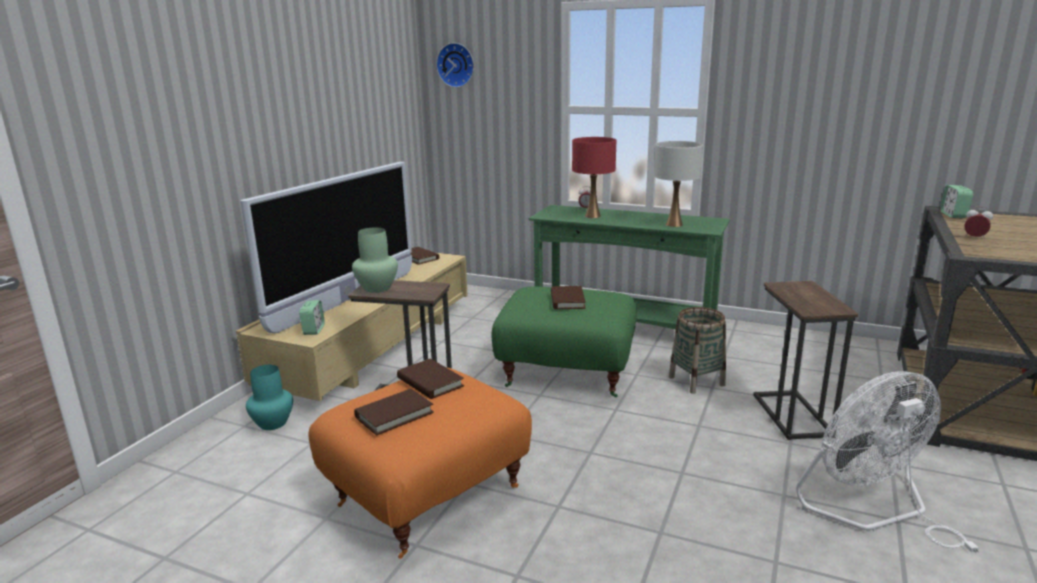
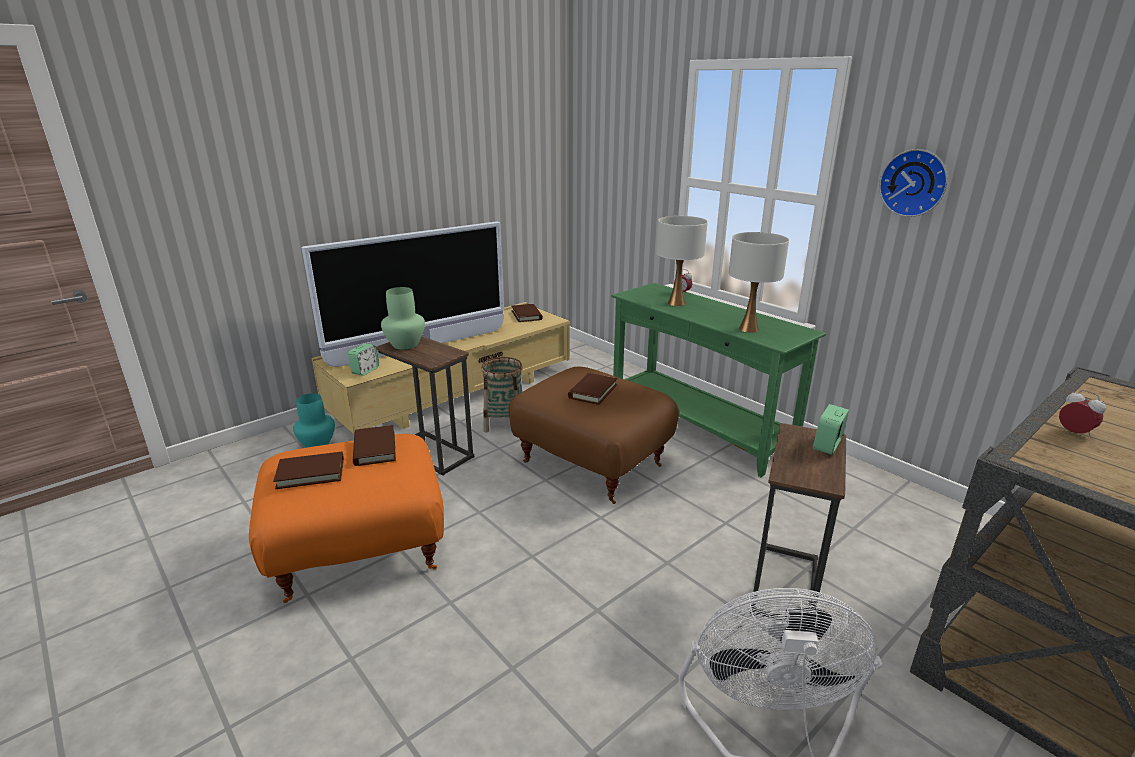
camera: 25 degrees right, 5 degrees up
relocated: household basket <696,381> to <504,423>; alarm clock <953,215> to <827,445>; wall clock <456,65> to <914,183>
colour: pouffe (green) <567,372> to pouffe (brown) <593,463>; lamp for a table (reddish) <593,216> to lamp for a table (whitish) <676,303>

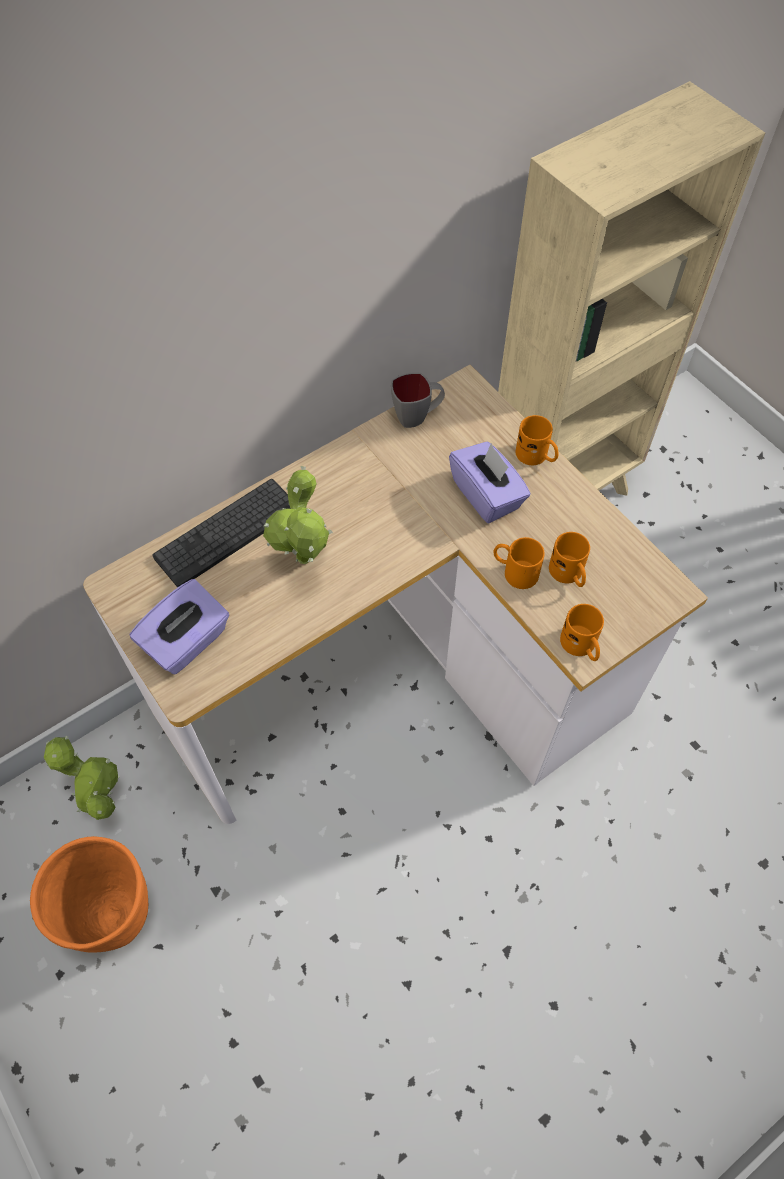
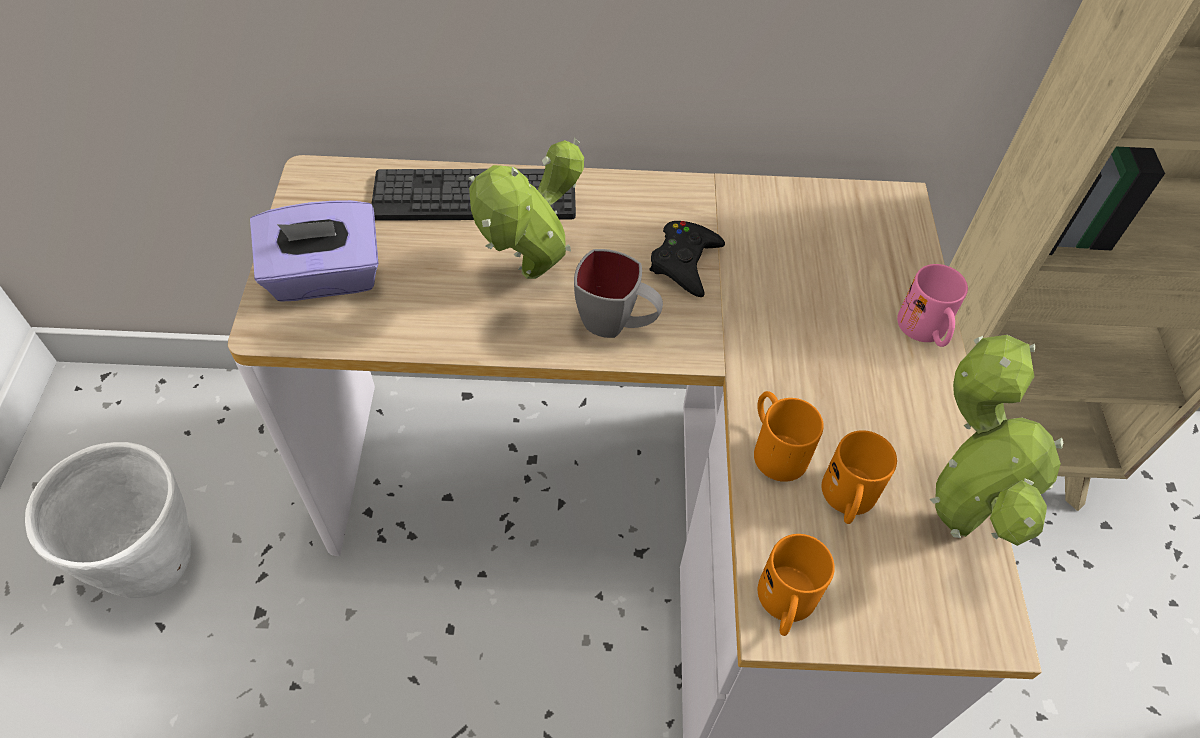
camera: 35 degrees right, 5 degrees down
missing: tissue box (purplish) <487,495>
appeared: joypad (black) <685,262>
relocated: mug (grey) <417,417> to <616,326>; houseplant <102,800> to <954,514>
colour: planter (orangey) <115,915> to planter (whitish) <153,562>; mug (orangey) <537,456> to mug (pinkish) <926,331>

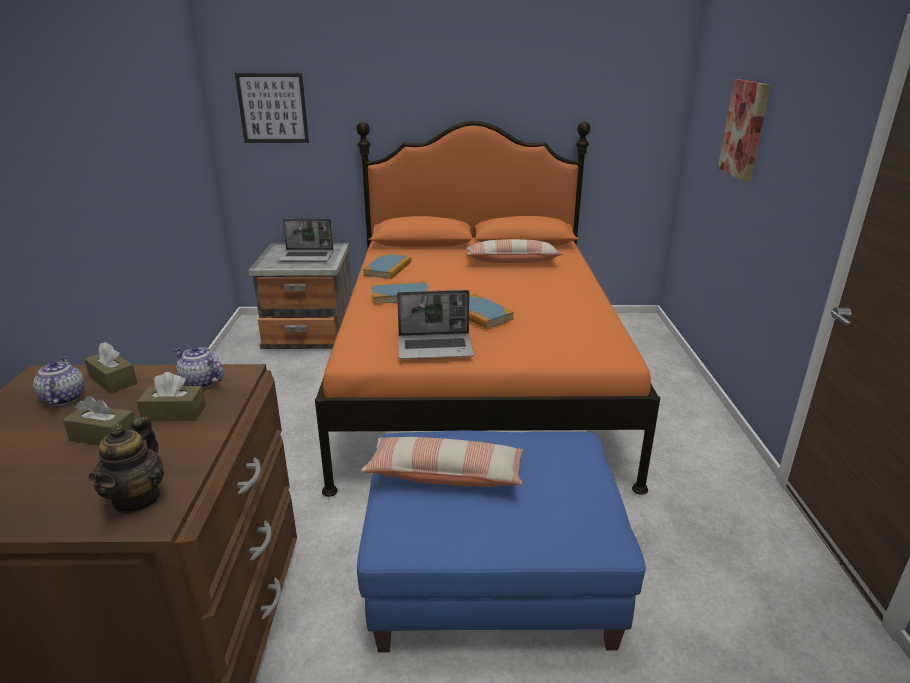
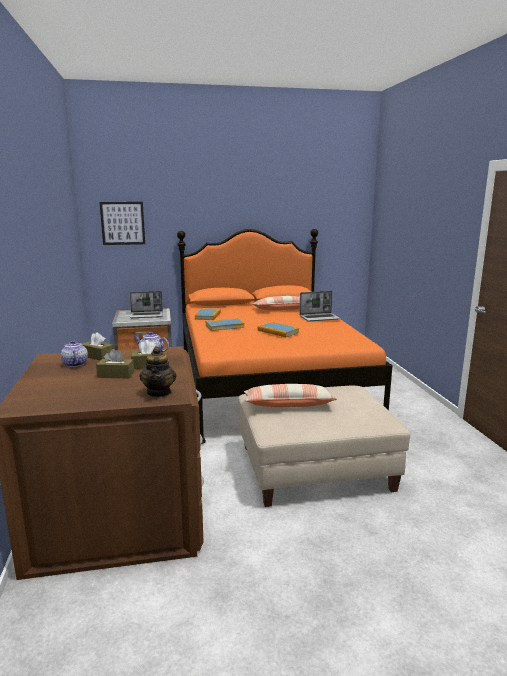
camera: 10 degrees left, 10 degrees down
missing: picture <744,129>
relocated: portable computer <436,347> to <320,318>
colour: pouffe (blue) <491,571> to pouffe (beige) <314,467>

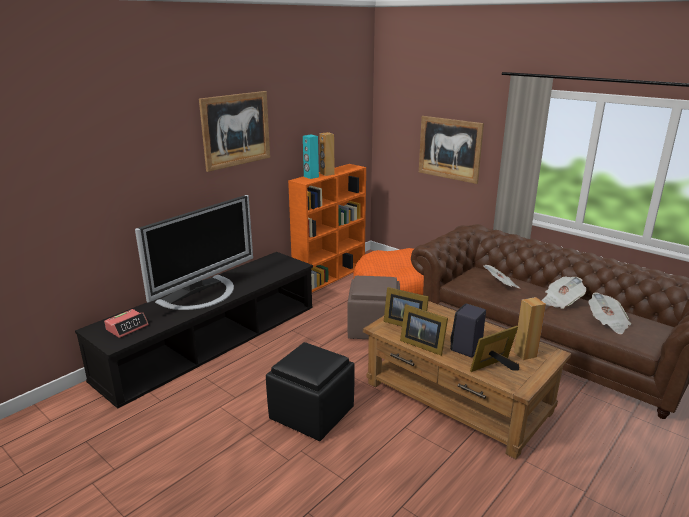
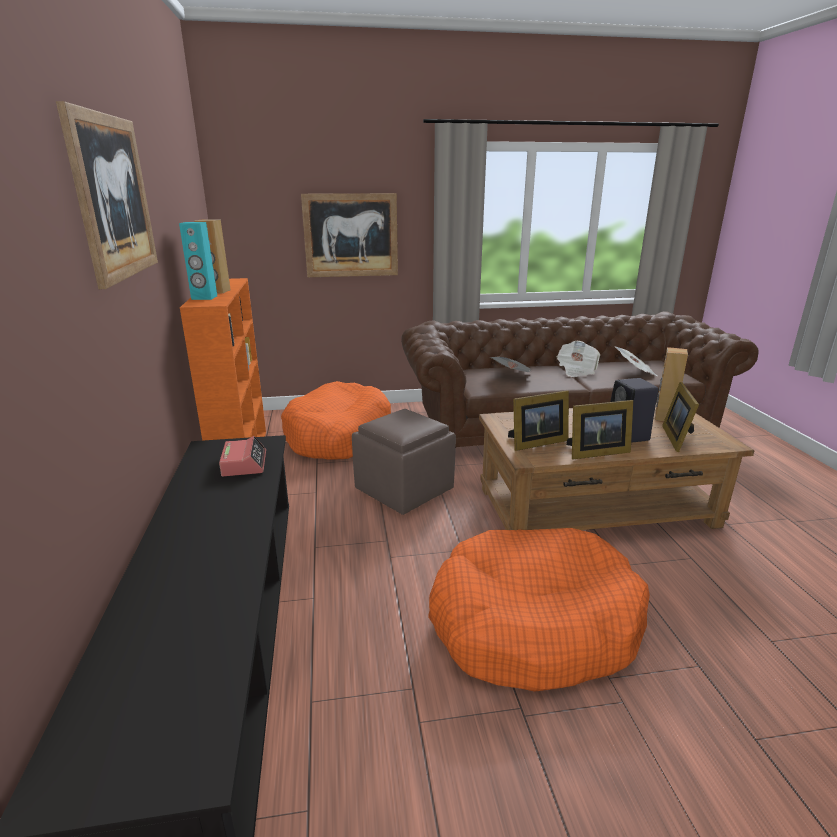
camera: 50 degrees left, 0 degrees up
missing: TV set <202,294>
relocated: alarm clock <127,327> to <244,464>
exchanged: pouffe (black) <313,413> to pet bed (orangey) <533,624>

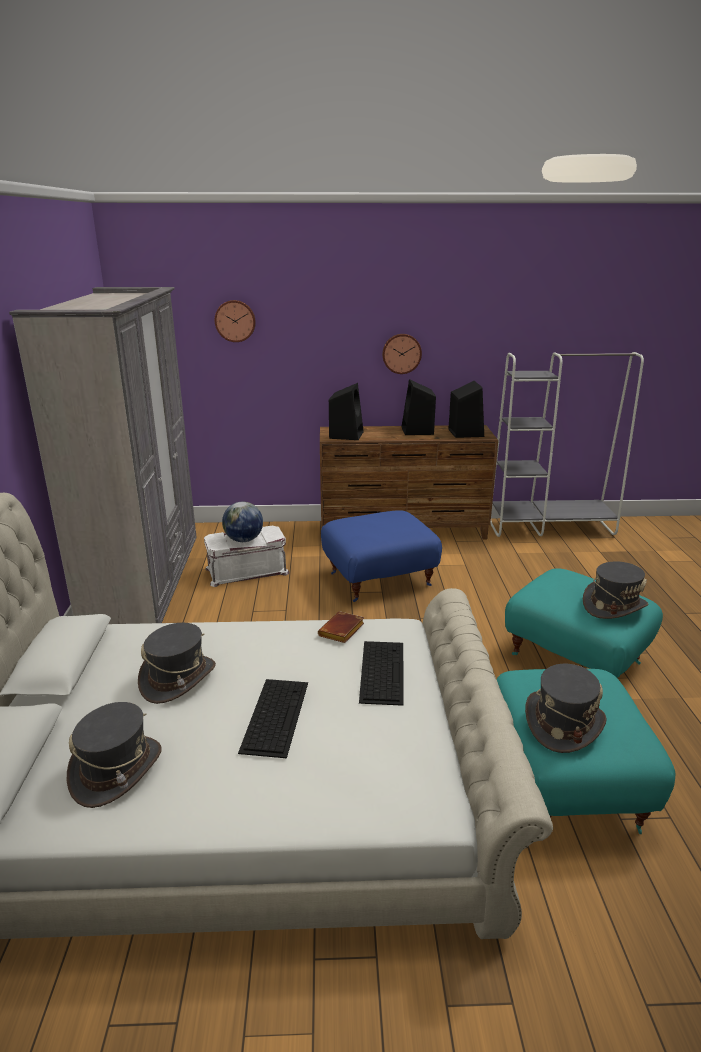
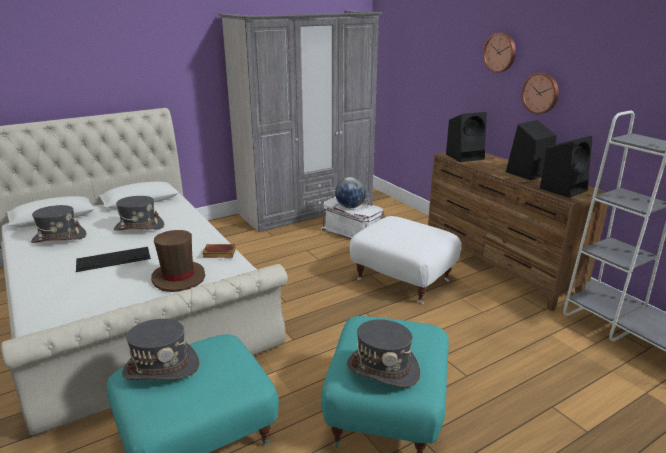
camera: 60 degrees right, 0 degrees up
relocated: wall clock <235,321> to <500,52>
exchanged: keyboard <382,670> to clothing hat (brown) <179,277>
colour: pouffe (blue) <379,579> to pouffe (whitish) <403,279>

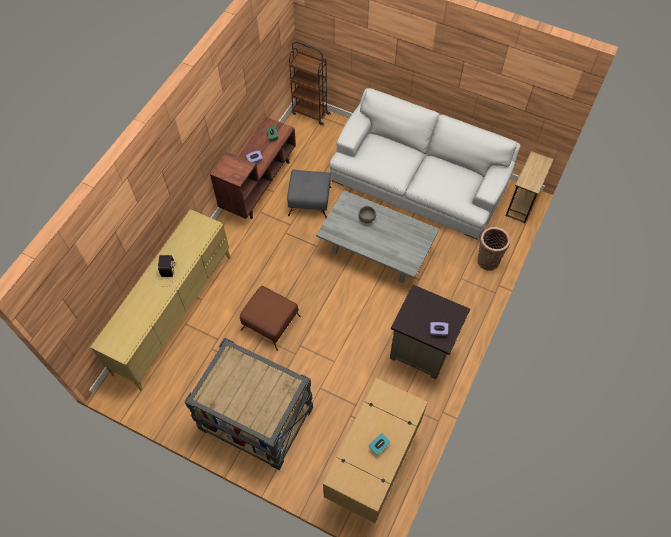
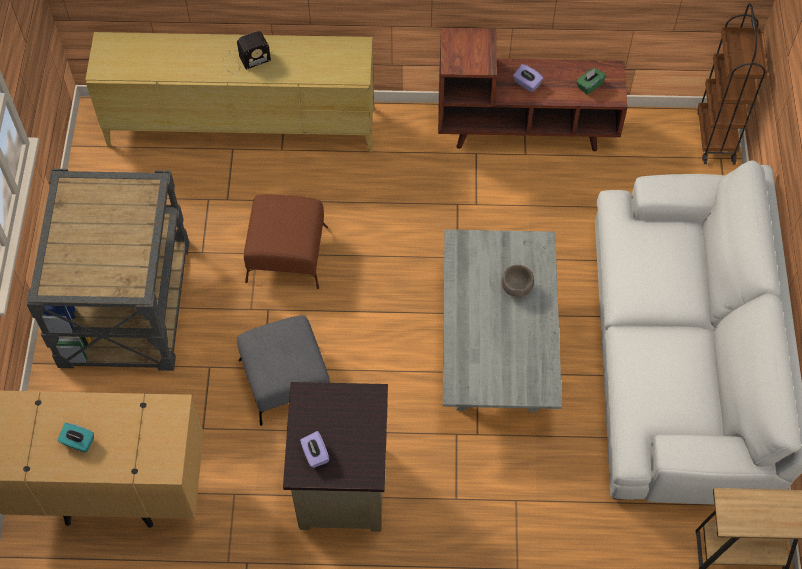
camera: 65 degrees right, 0 degrees up
missing: household basket <488,259>
relocated: pouffe (grey) <310,201> to <286,381>

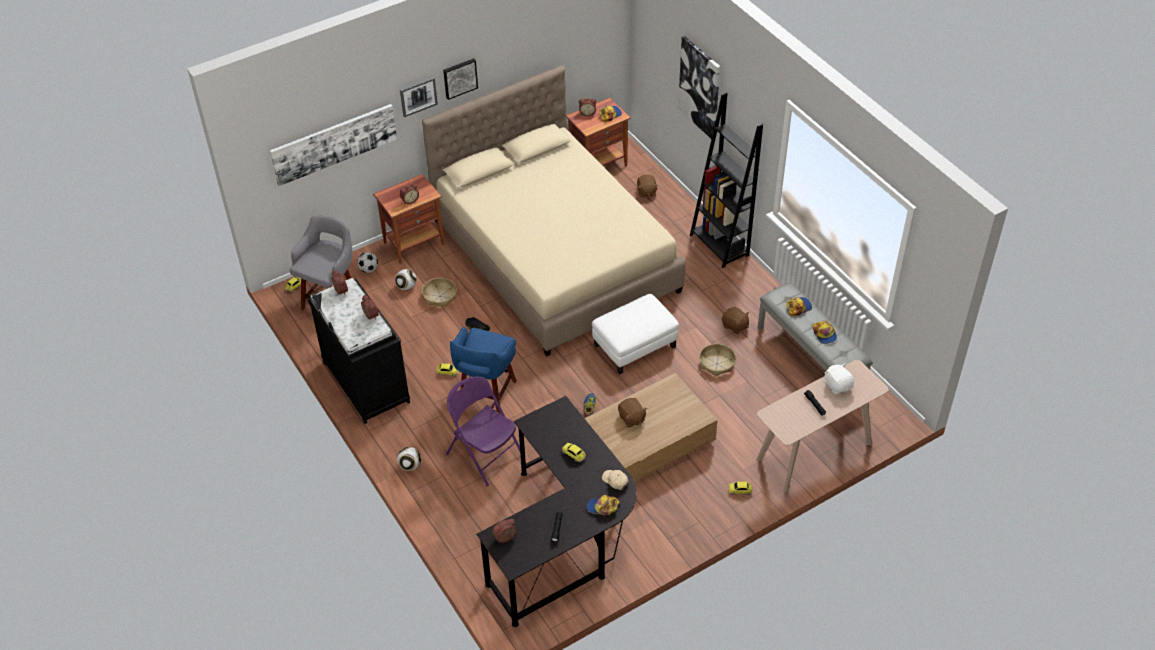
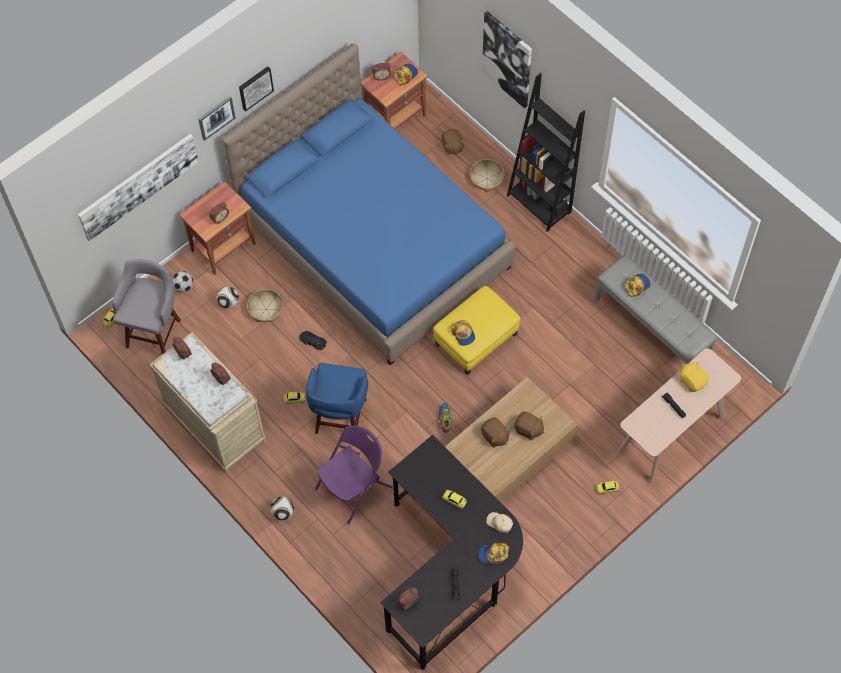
camera: 10 degrees left, 15 degrees up
relocated: peaked cap <824,334> to <463,334>; household basket <717,363> to <487,178>; plush toy (brown) <735,326> to <528,429>
colour: drawer chest (black) <365,381> to drawer chest (beige) <214,423>; bed (beige) <555,255> to bed (blue) <373,241>; pouffe (whitish) <634,345> to pouffe (yellowish) <476,338>; plush toy (whitish) <837,385> to plush toy (yellowish) <692,381>
spun: upright chair (purplish) <485,454> = <354,488> 105 degrees clockwise

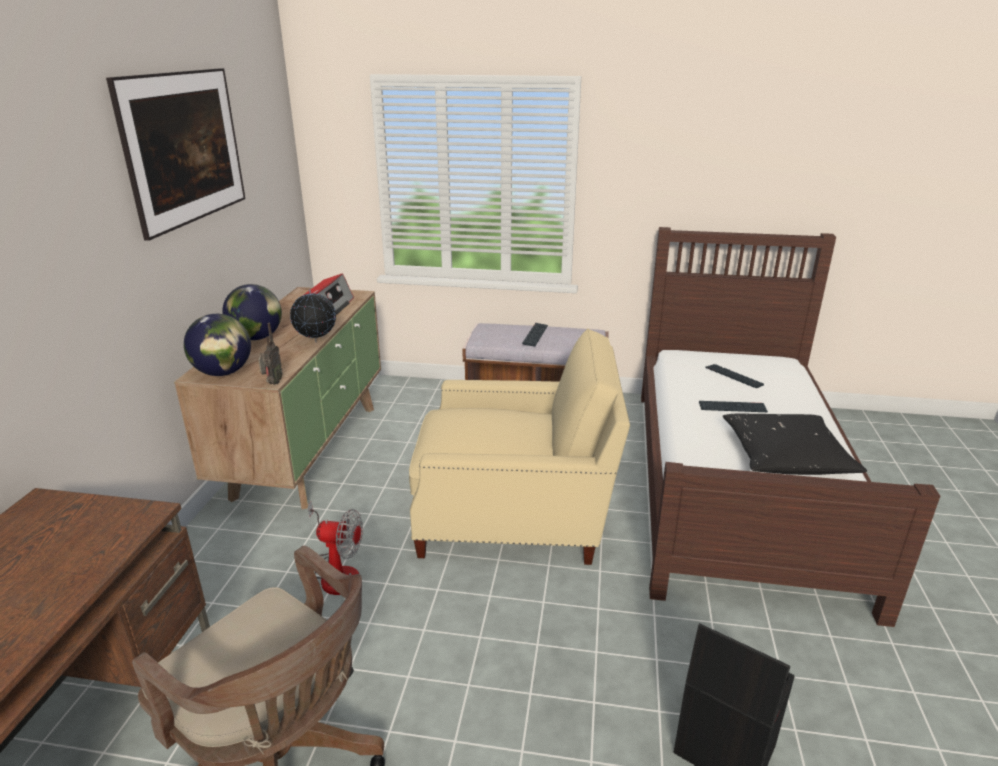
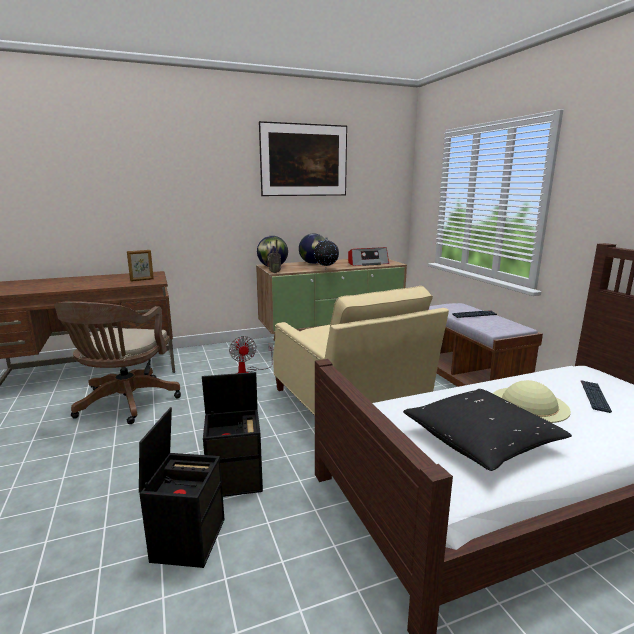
camera: 60 degrees right, 10 degrees down
appeared: picture frame <142,280>; storage box (black) <236,479>
exchanged: keyboard <732,408> to clothing hat (beige) <529,404>

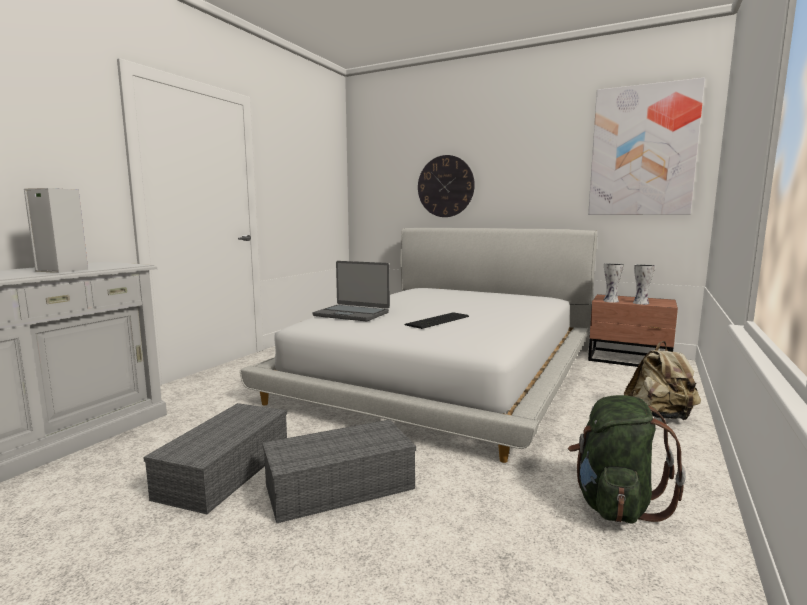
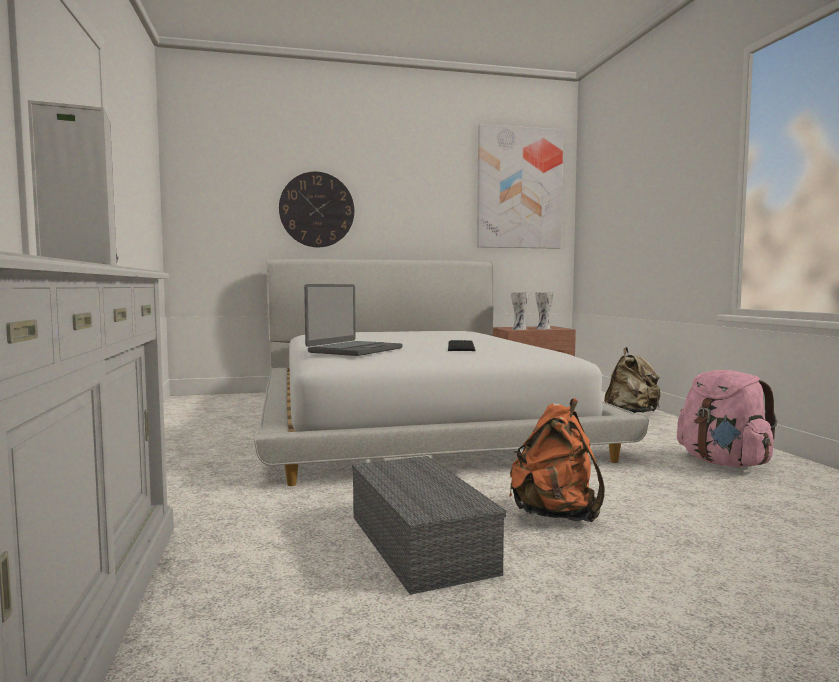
camera: 40 degrees left, 5 degrees down
exchanged: storage box (grey) <338,488> to rucksack (orangey) <555,515>
colour: rucksack (green) <614,504> to rucksack (pinkish) <723,463>
spun: portable computer <352,314> = <354,350> 45 degrees counterclockwise

